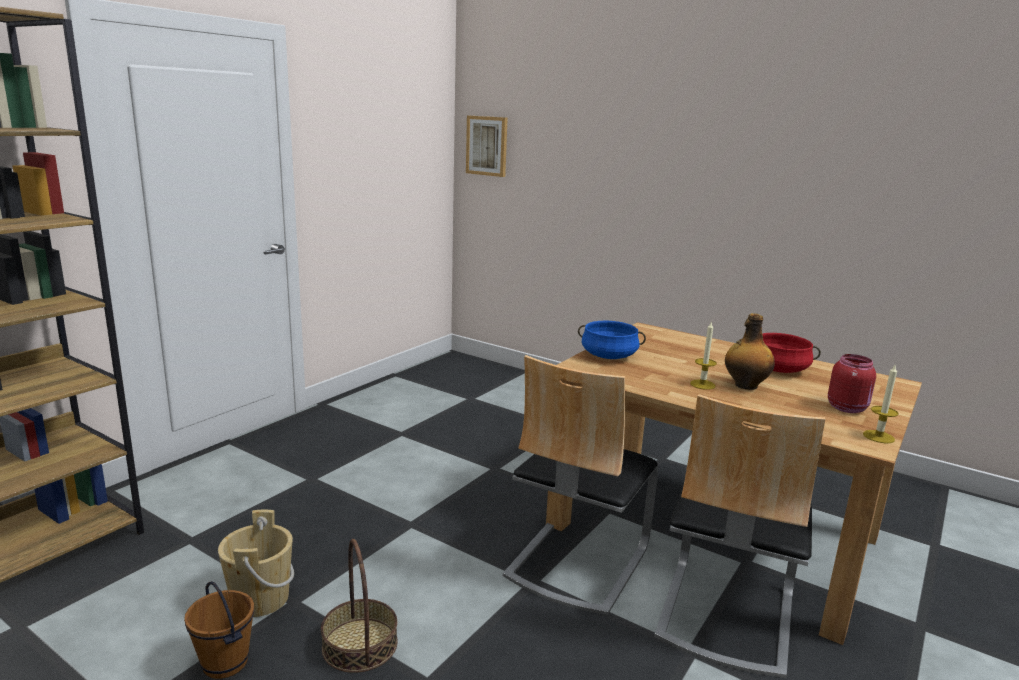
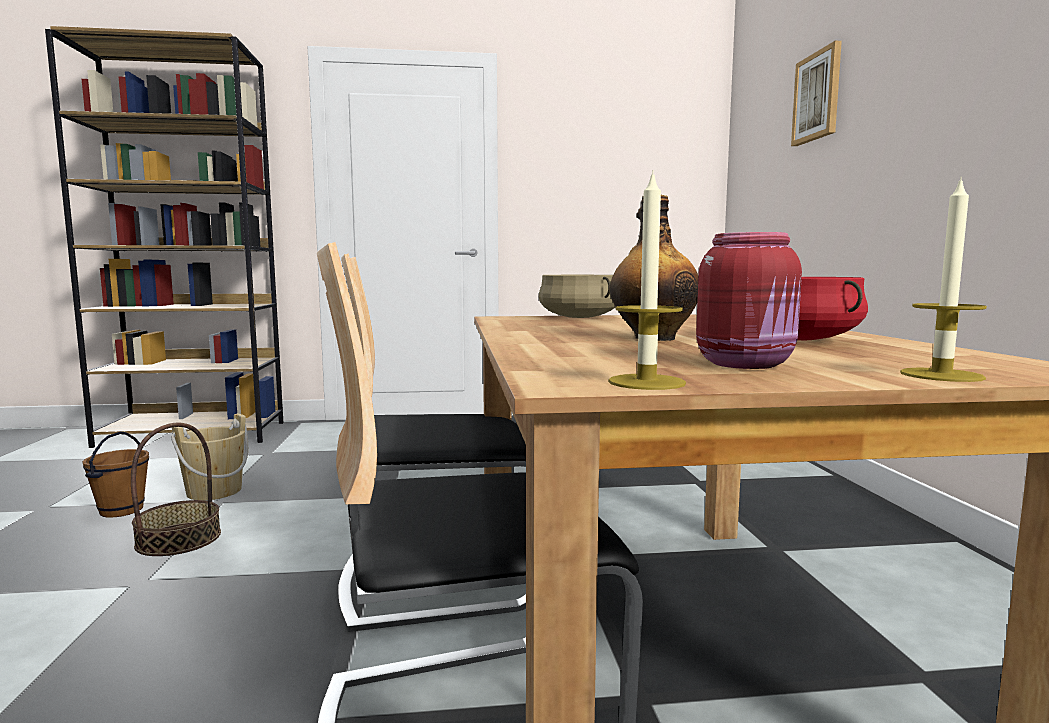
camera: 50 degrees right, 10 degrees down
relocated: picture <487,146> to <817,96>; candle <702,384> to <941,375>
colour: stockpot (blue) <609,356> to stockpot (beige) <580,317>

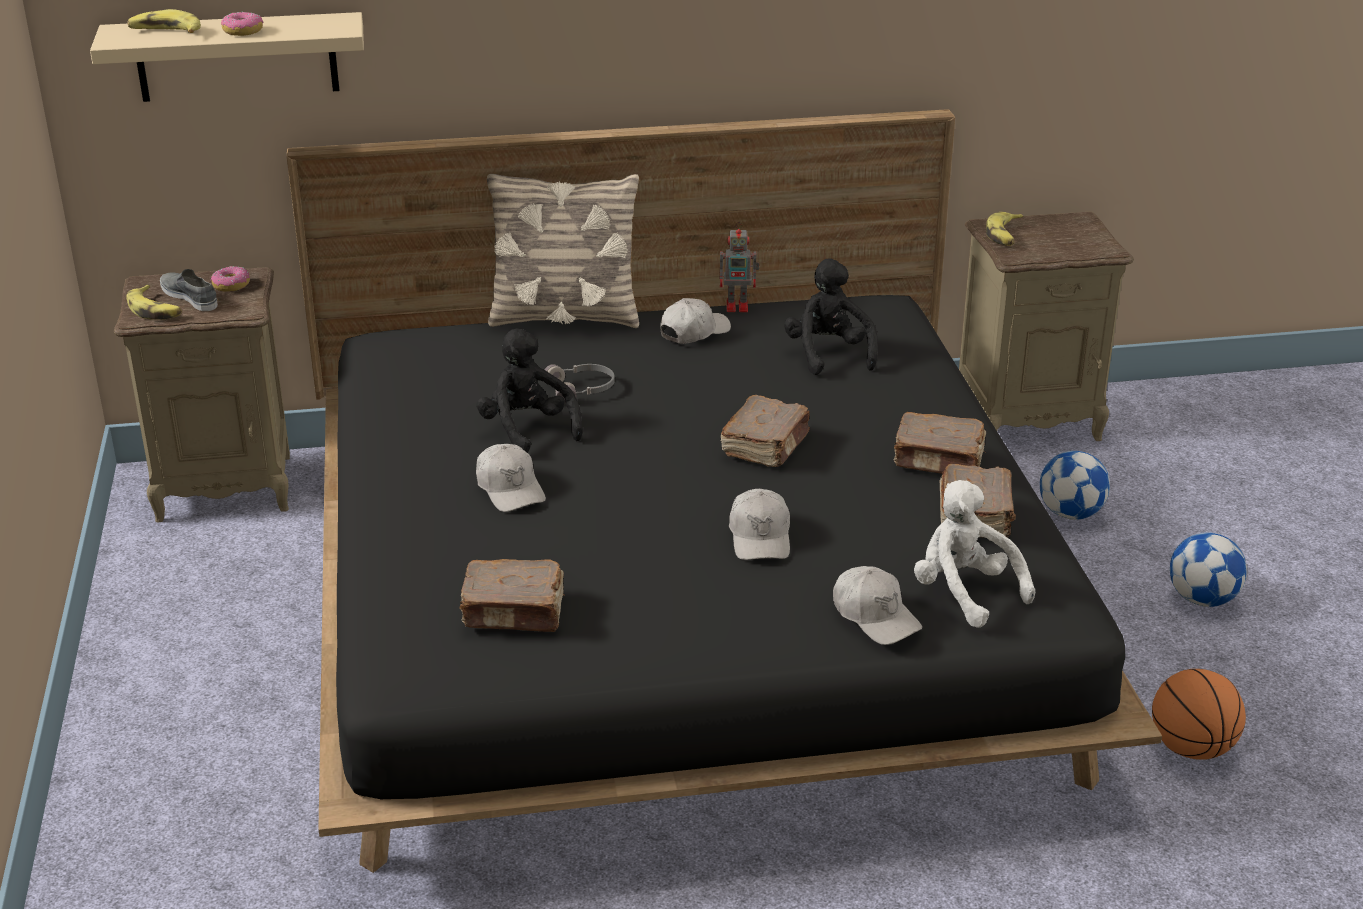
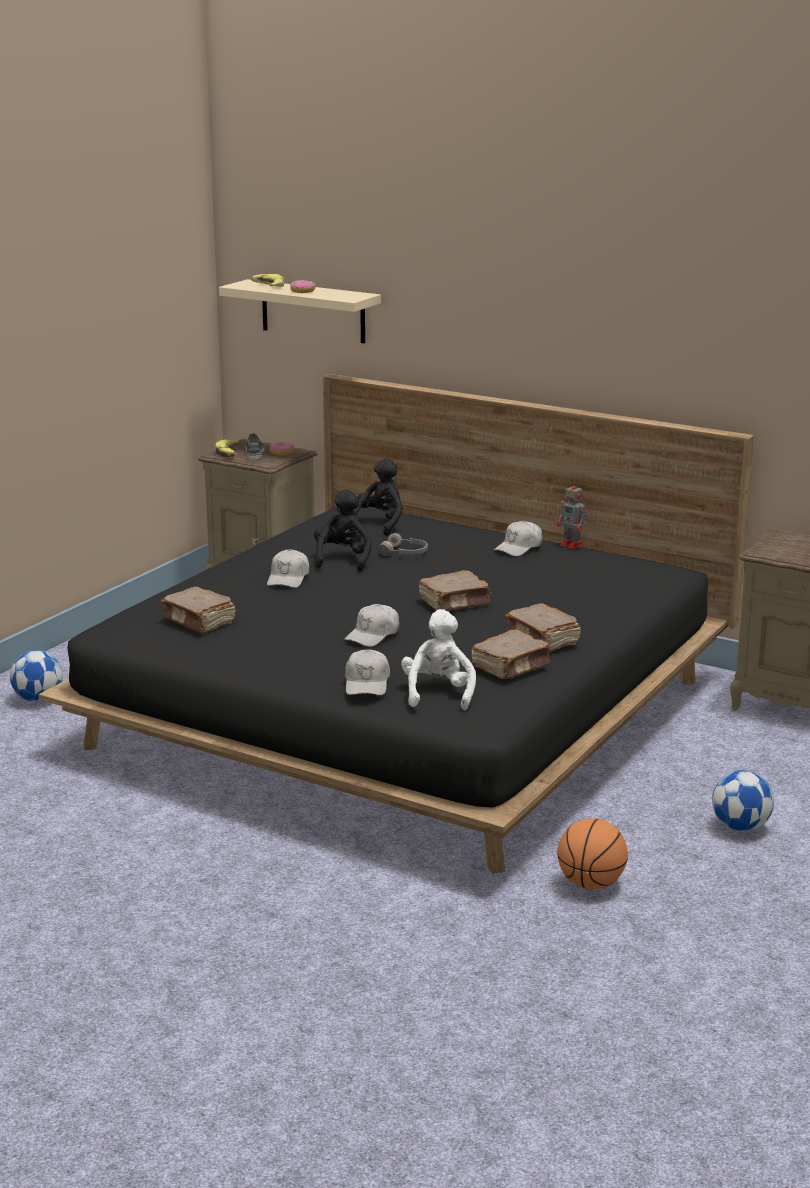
camera: 40 degrees right, 10 degrees down
missing: pillow (beige) <565,318>; banana fruit <1005,235>
relocated: football <1070,513> to <38,699>; plush toy (black) <828,354> to <380,524>
spun: peaked cap (whitish) <694,332> = <519,548> 135 degrees clockwise

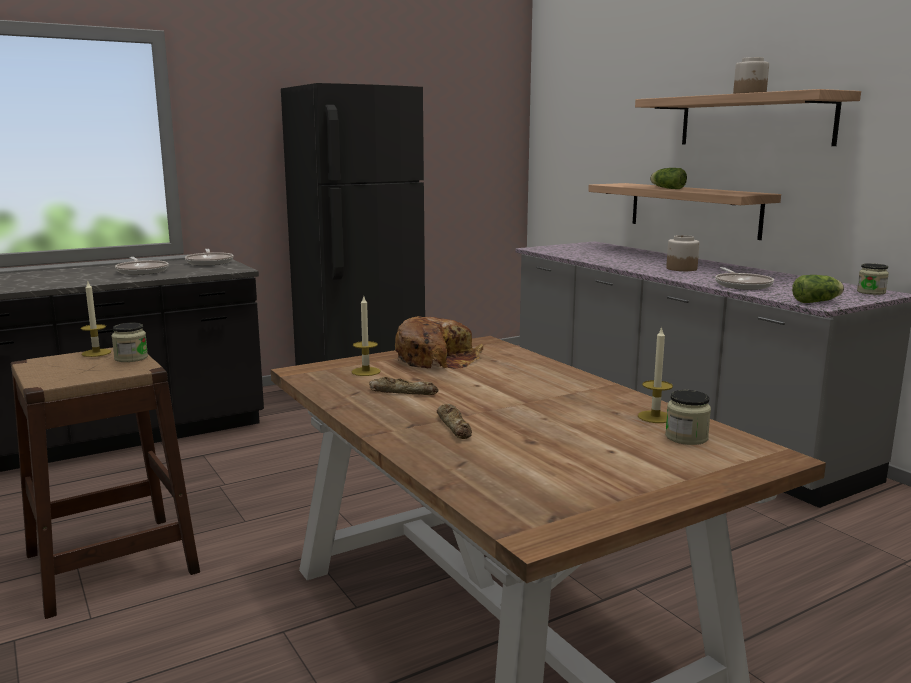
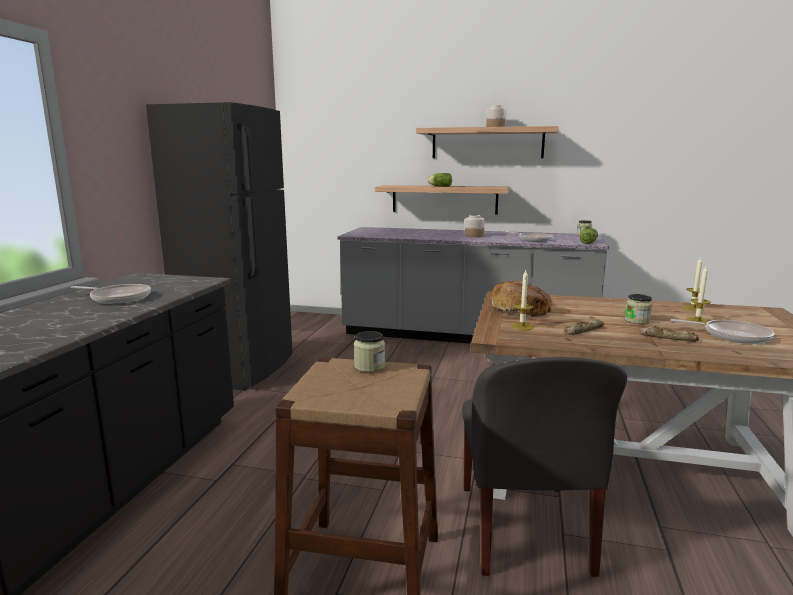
camera: 45 degrees left, 0 degrees up
appeared: upright chair (grey) <524,531>
relocated: storage jar <686,437> to <637,320>; frying pan <210,262> to <732,336>; candle <96,353> to <697,321>

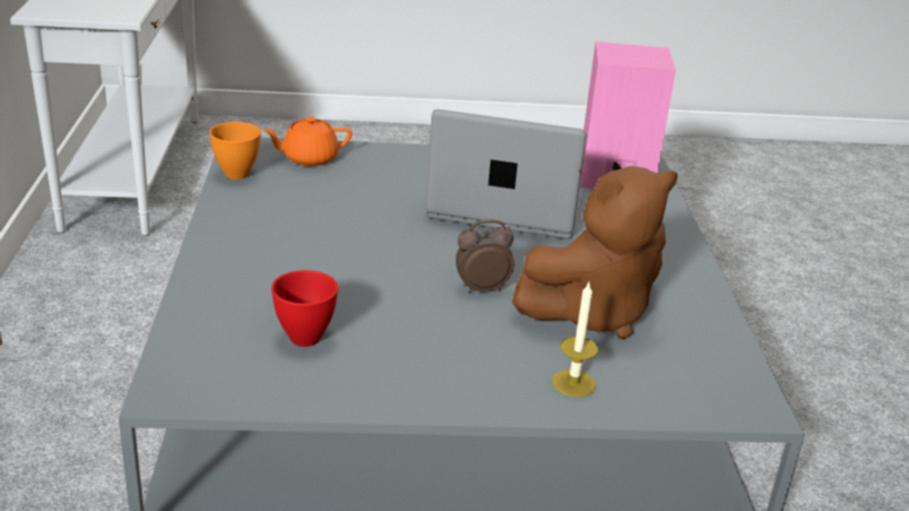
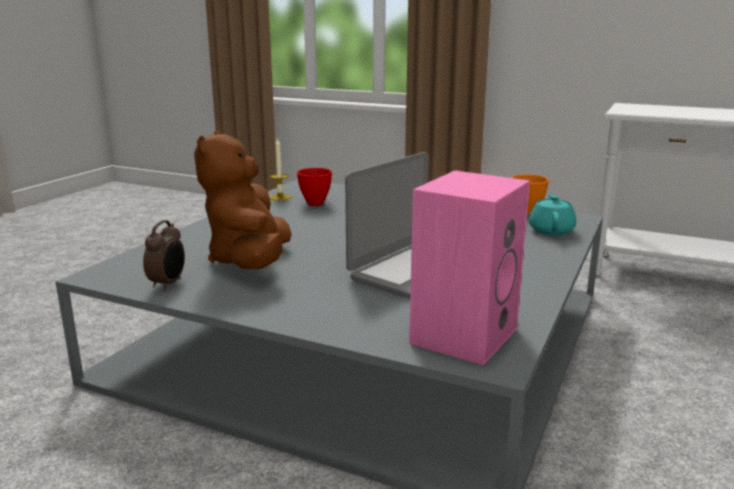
camera: 120 degrees right, 10 degrees down
relocated: alarm clock <481,288> to <168,284>; candle <573,383> to <280,197>
colour: tea pot (orangey) <309,158> to tea pot (turquoise-coloured) <551,230>

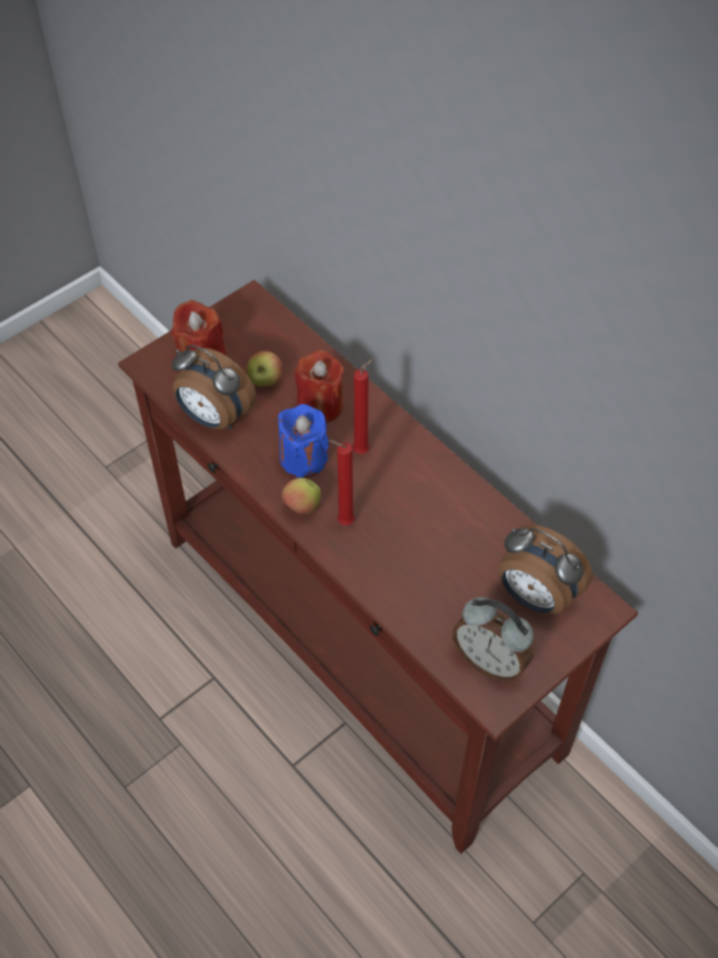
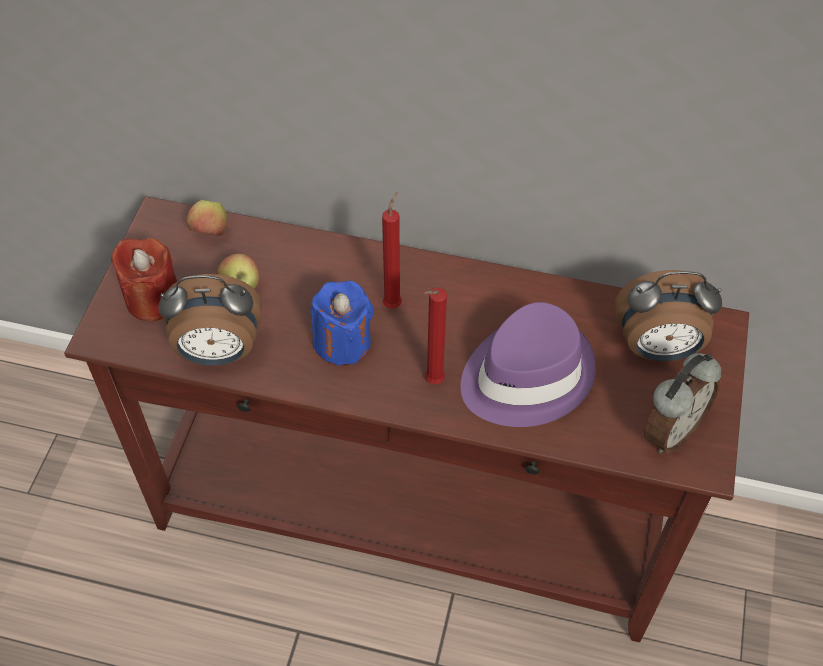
camera: 35 degrees left, 0 degrees up
missing: candle (reddish) <320,405>
appeared: clothing hat (purplish) <525,375>
relocated: apple fruit <302,507> to <211,233>
spun: alarm clock <490,661> = <670,430> 45 degrees counterclockwise

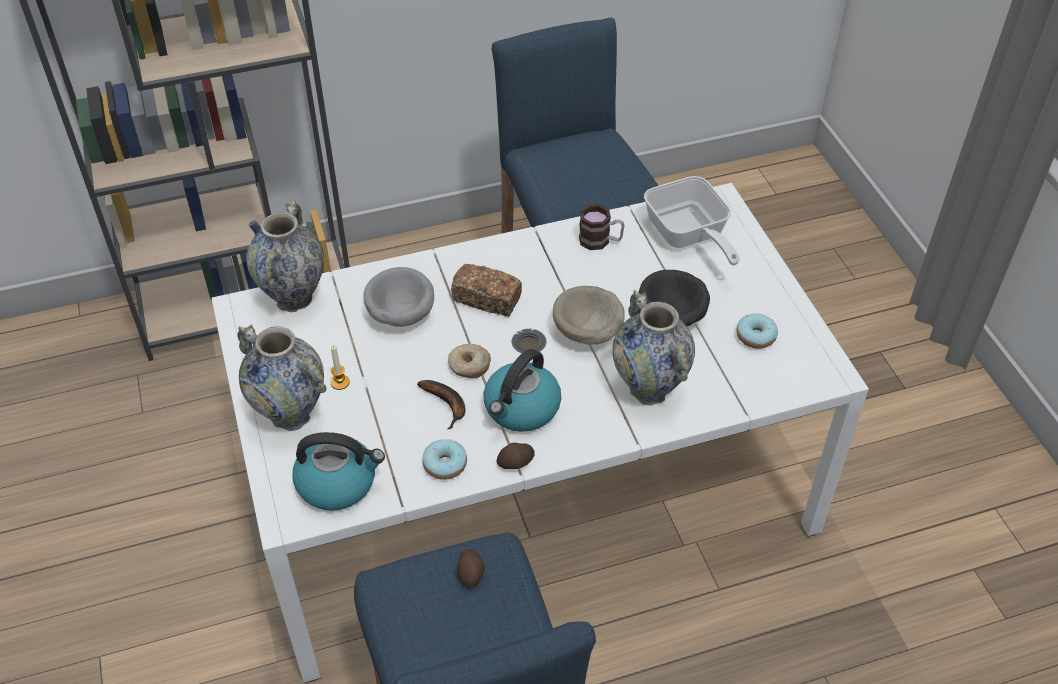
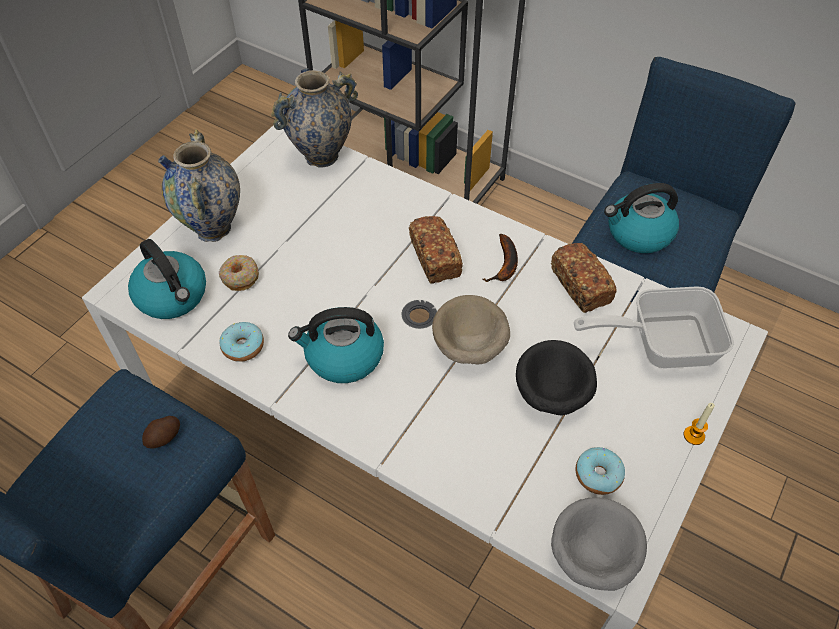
camera: 50 degrees right, 5 degrees up
missing: potato <516,463>; decorative vase <649,390>
appeared: kettle <638,233>
relocated: donut <469,366> to <240,277>; banana fruit <447,405> to <505,265>; deep dish (grey) <400,315> to <591,555>; candle <340,382> to <694,435>
exchanged: mug <600,241> to bread <580,286>
spun: frying pan <688,236> = <660,343> 60 degrees clockwise

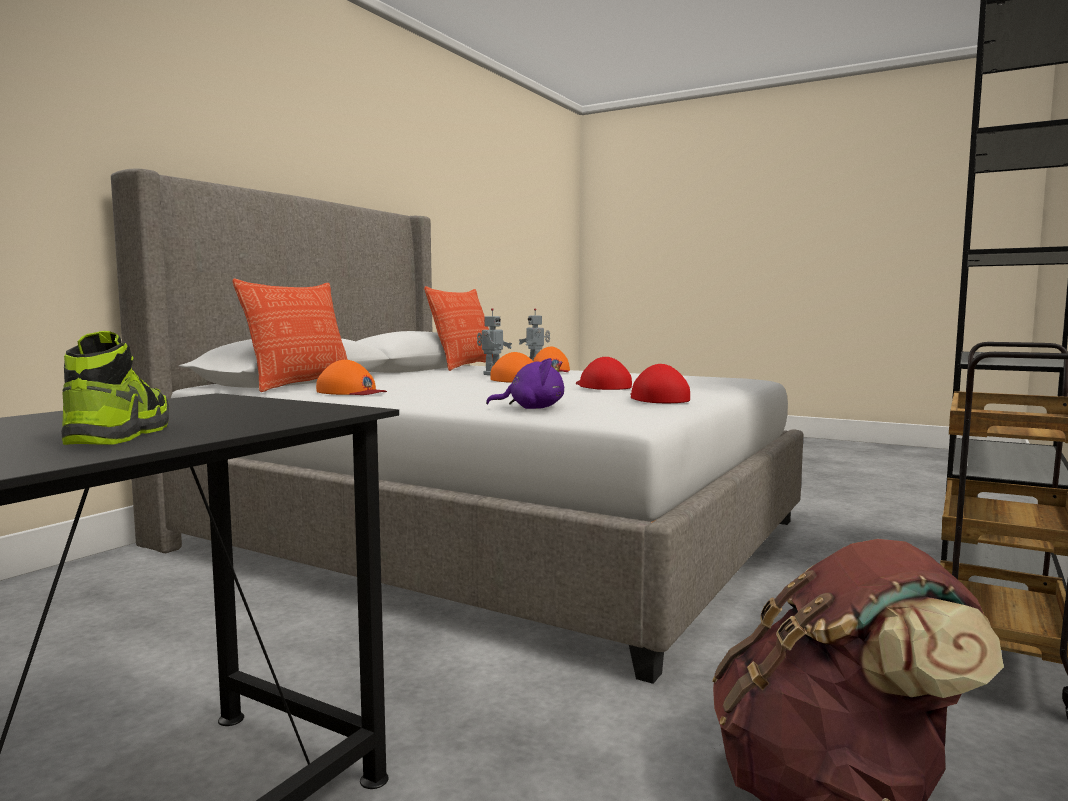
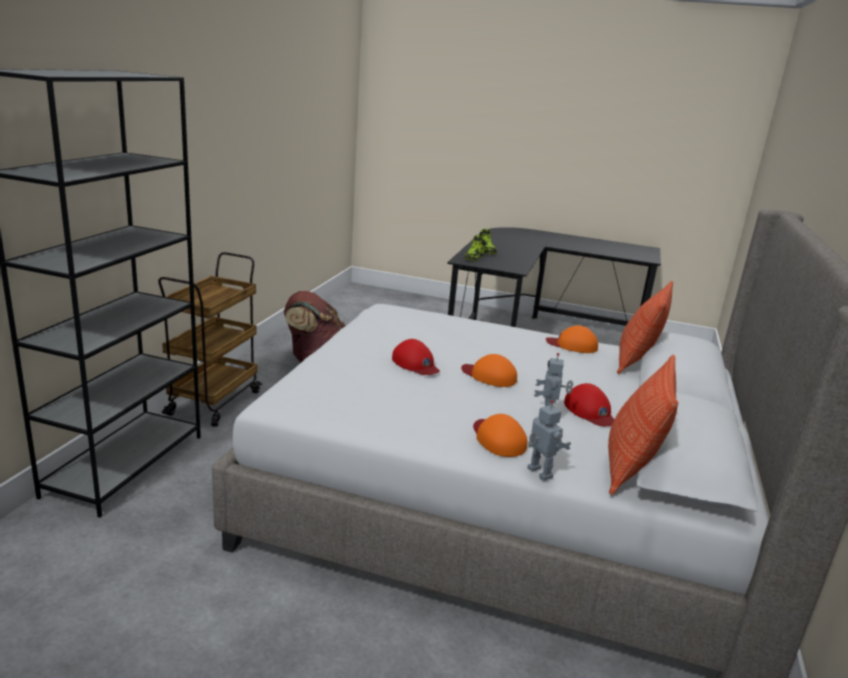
camera: 165 degrees right, 15 degrees up
missing: plush toy (purplish) <532,408>
appeared: shoe <474,258>
relocated: peaked cap (reddish) <657,398> to <590,411>

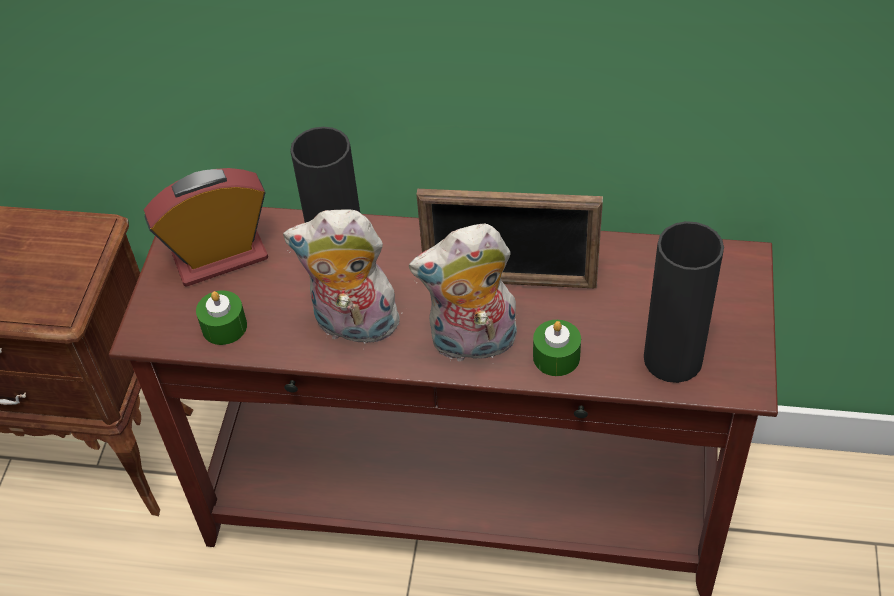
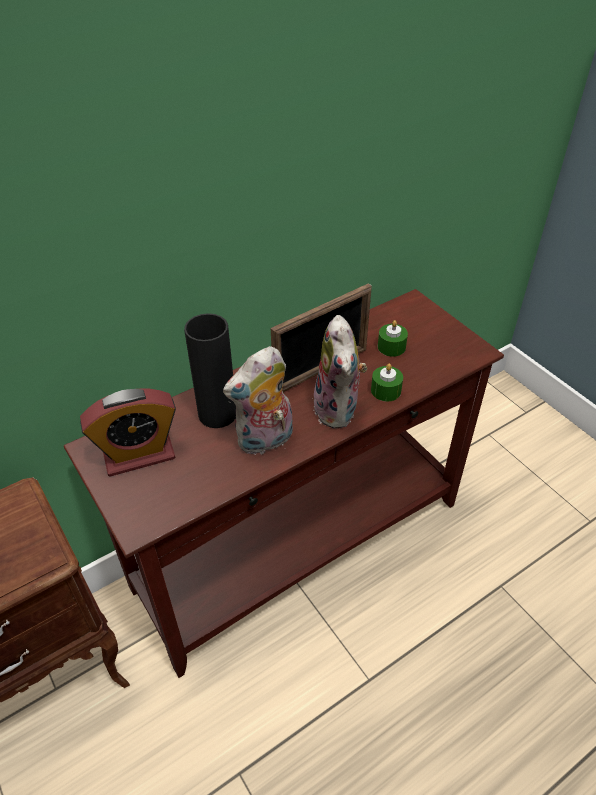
camera: 45 degrees left, 5 degrees down
missing: decorative vase (black) <673,359>
relocated: candle (green) <224,327> to <391,347>
spun: alarm clock <220,257> = <139,455> 135 degrees counterclockwise; plush toy <472,344> = <339,410> 45 degrees counterclockwise

